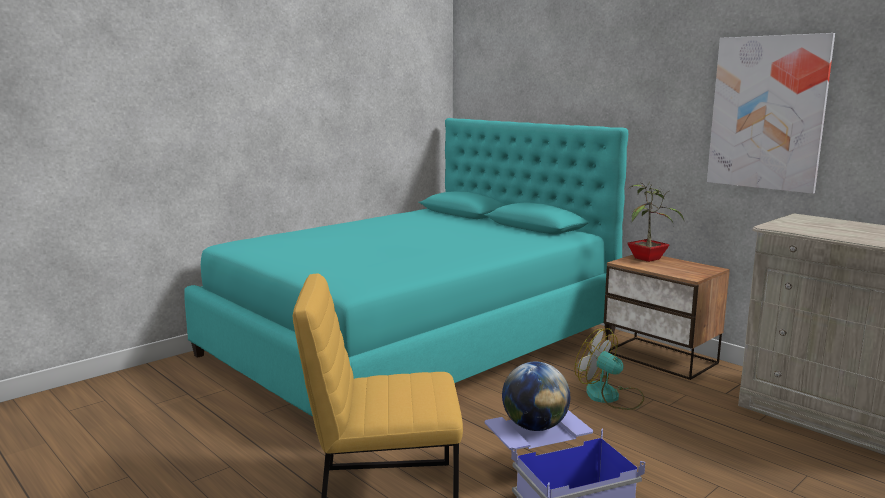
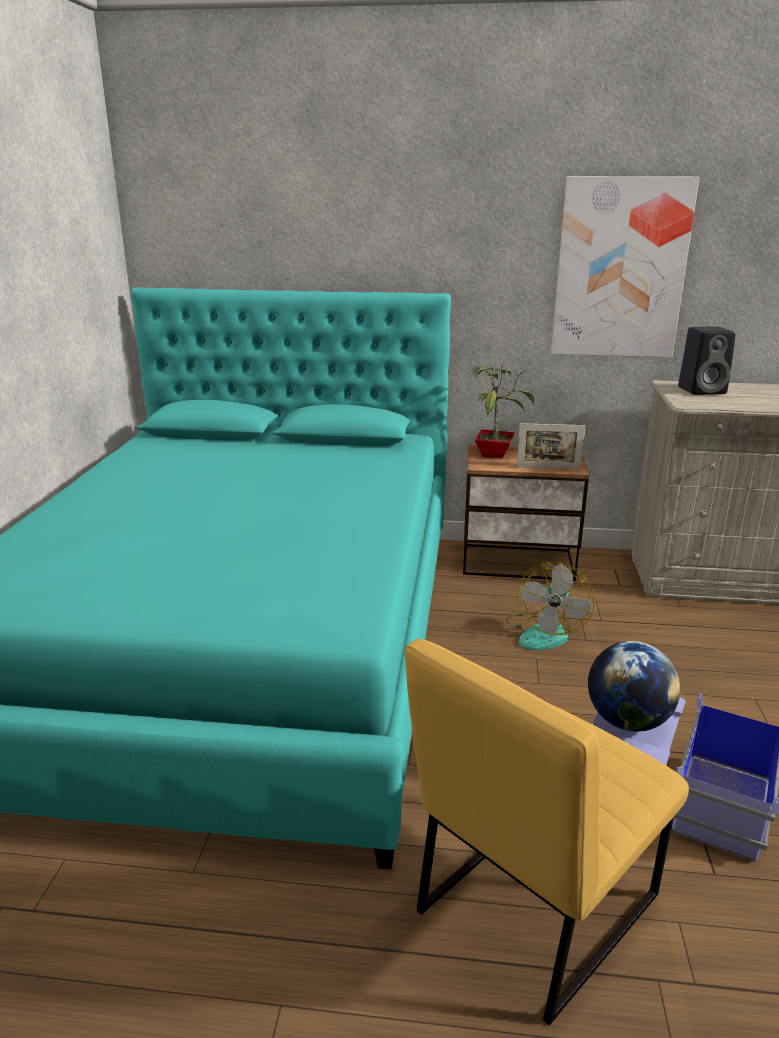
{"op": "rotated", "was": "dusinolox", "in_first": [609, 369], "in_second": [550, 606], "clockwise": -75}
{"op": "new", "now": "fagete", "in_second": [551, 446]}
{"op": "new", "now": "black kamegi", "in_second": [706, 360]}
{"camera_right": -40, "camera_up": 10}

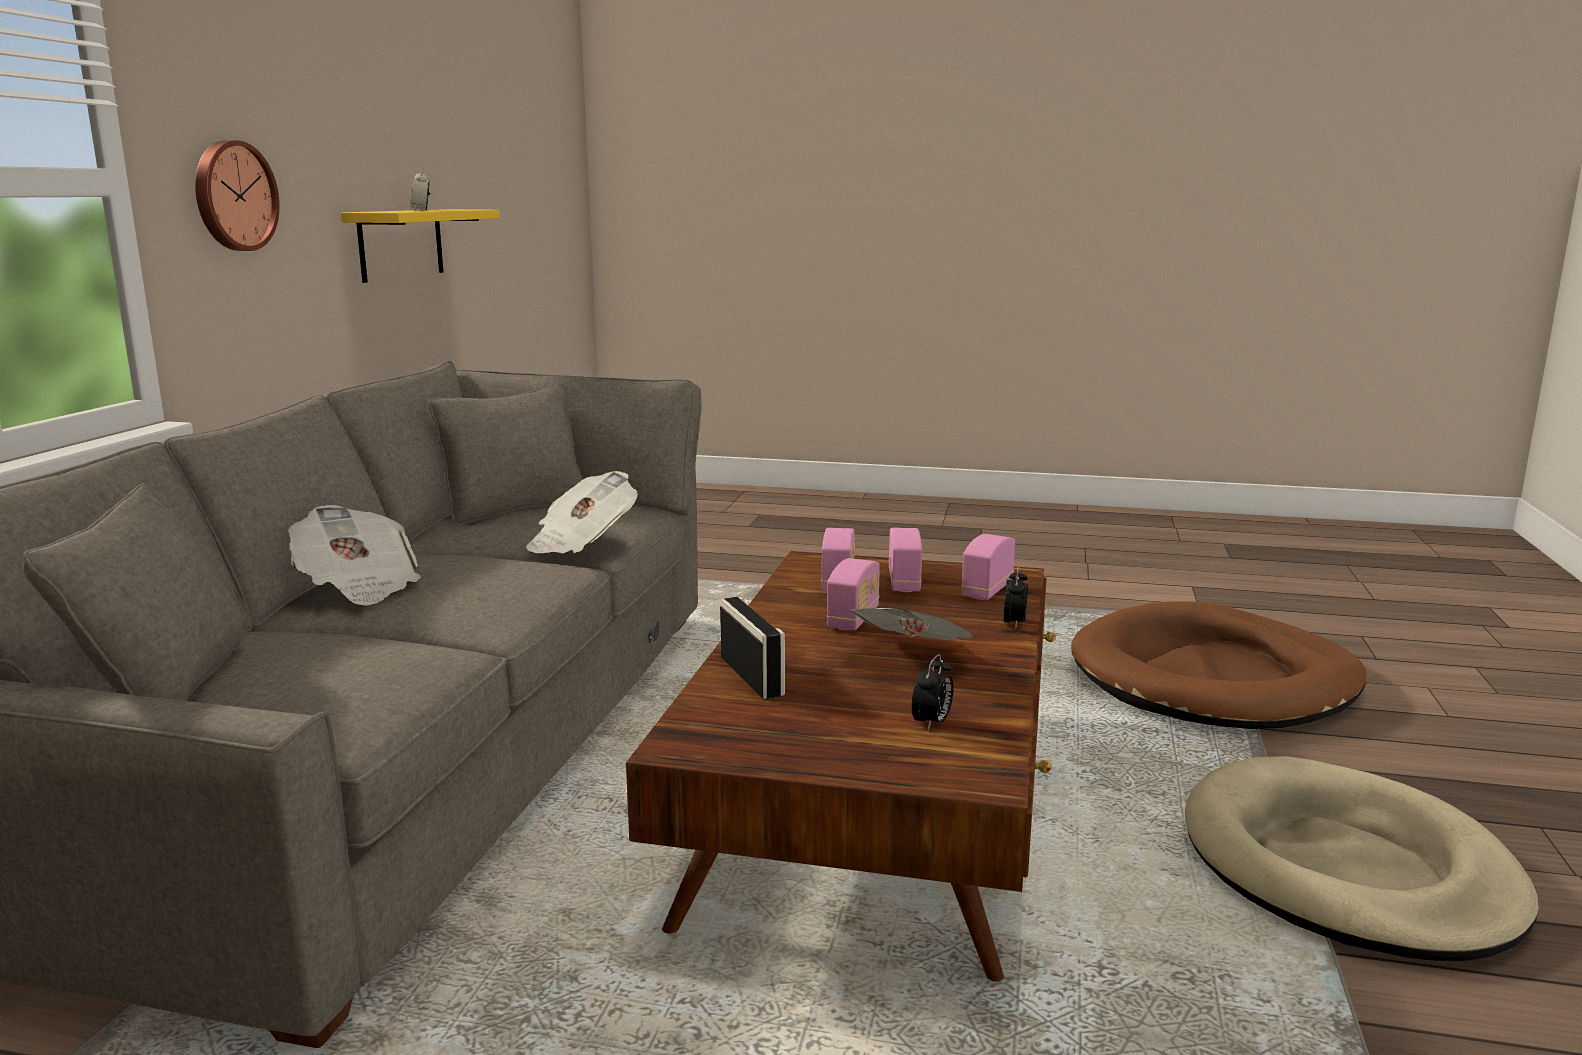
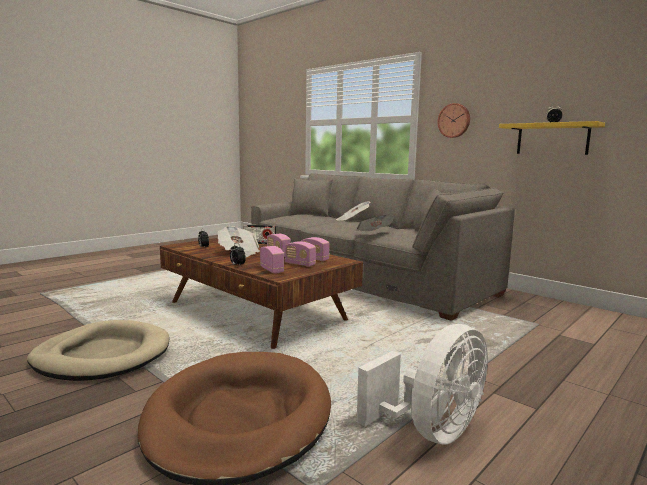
{"op": "new", "now": "white dusinolox", "in_second": [422, 384]}
{"camera_right": 120, "camera_up": -5}

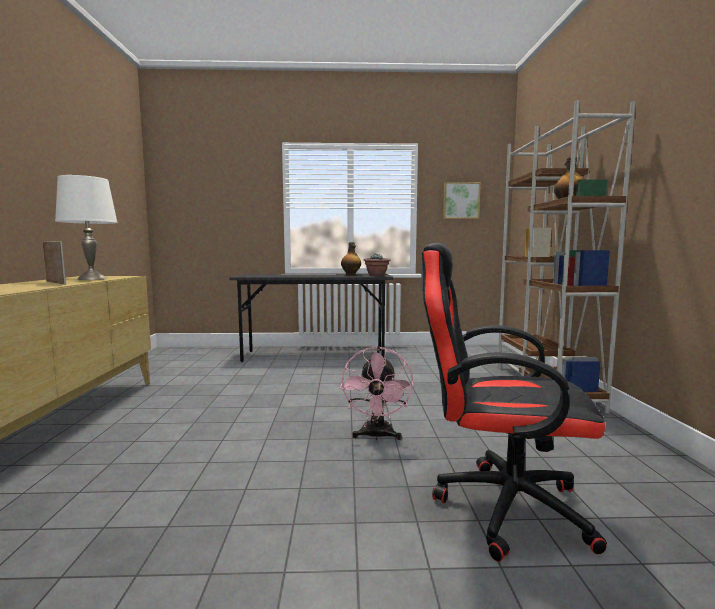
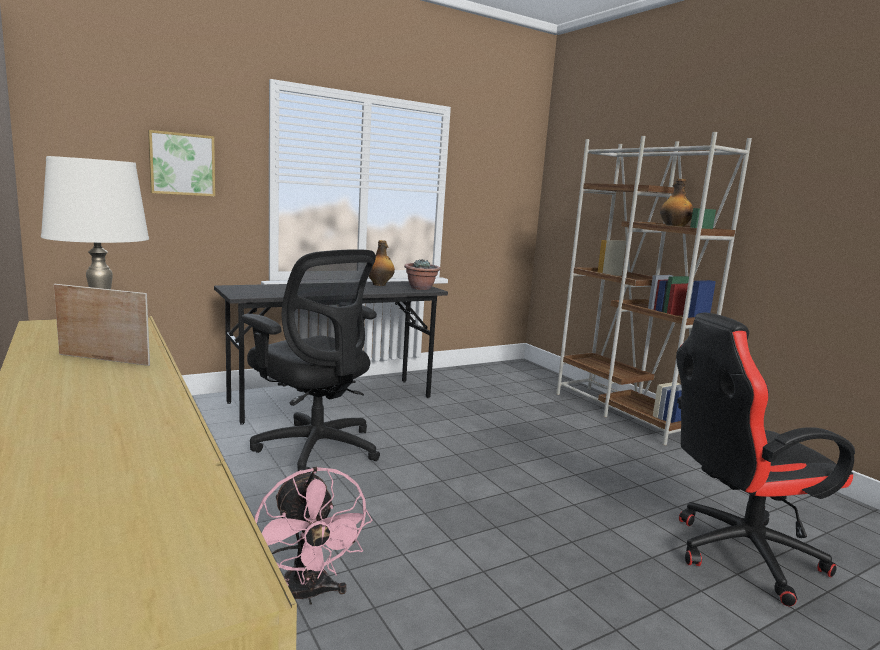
{"op": "shifted", "was": "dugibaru", "in_first": [462, 200], "in_second": [181, 163]}
{"op": "new", "now": "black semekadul", "in_second": [310, 361]}
{"op": "shifted", "was": "pink dusinolox", "in_first": [376, 393], "in_second": [313, 536]}
{"camera_right": -30, "camera_up": 5}

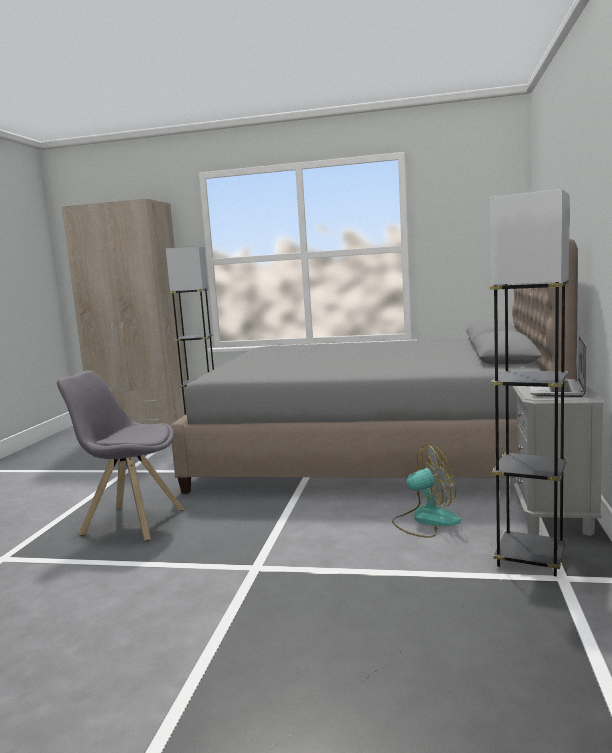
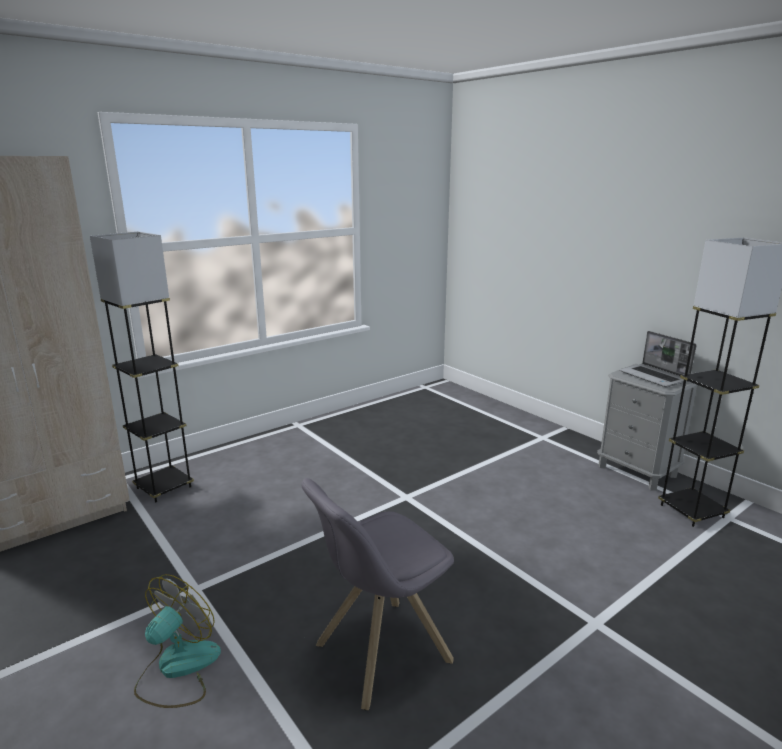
{"op": "shifted", "was": "dusinolox", "in_first": [426, 491], "in_second": [177, 641]}
{"op": "gone", "was": "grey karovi", "in_first": [374, 366]}
{"camera_right": -50, "camera_up": 10}

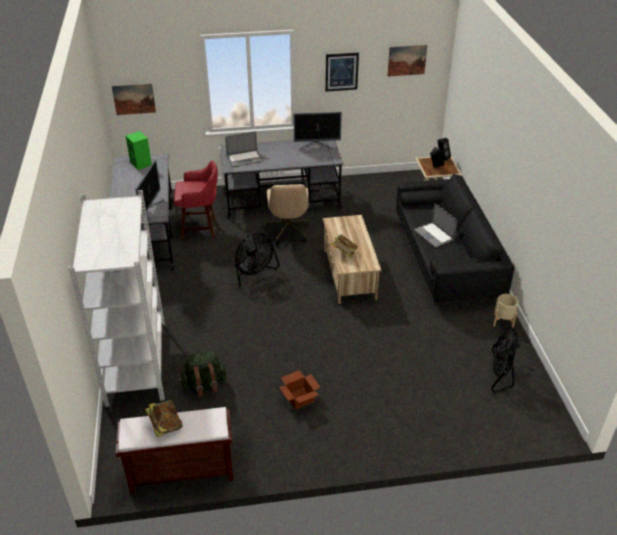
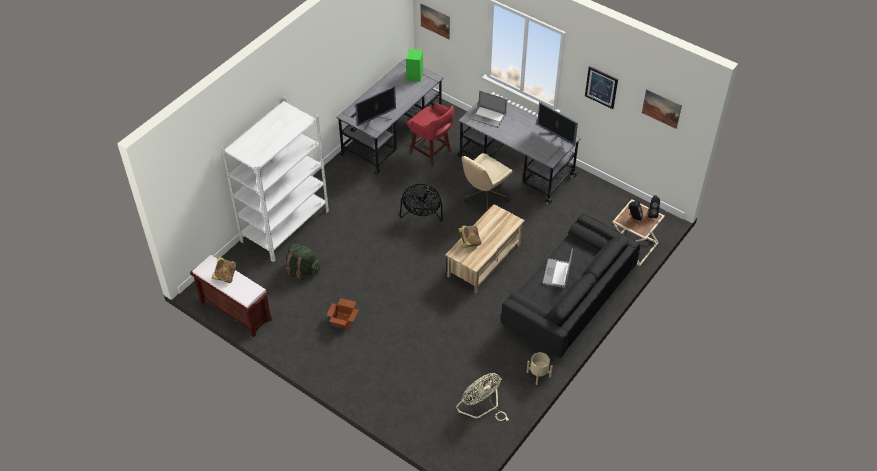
{"op": "repainted", "was": "black dusinolox", "now": "beige dusinolox", "in_first": [513, 360], "in_second": [482, 397]}
{"camera_right": 45, "camera_up": 10}

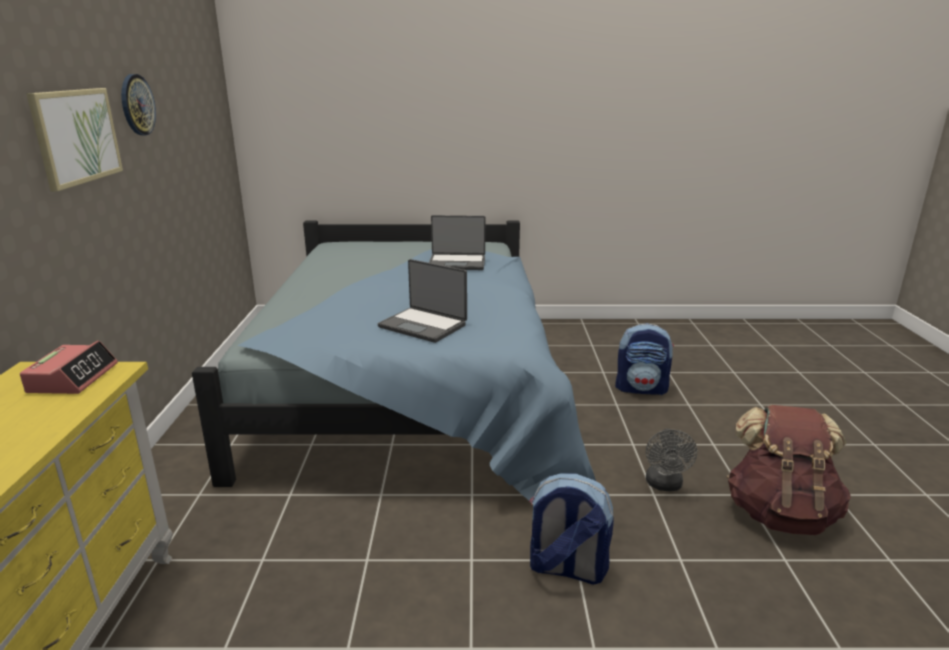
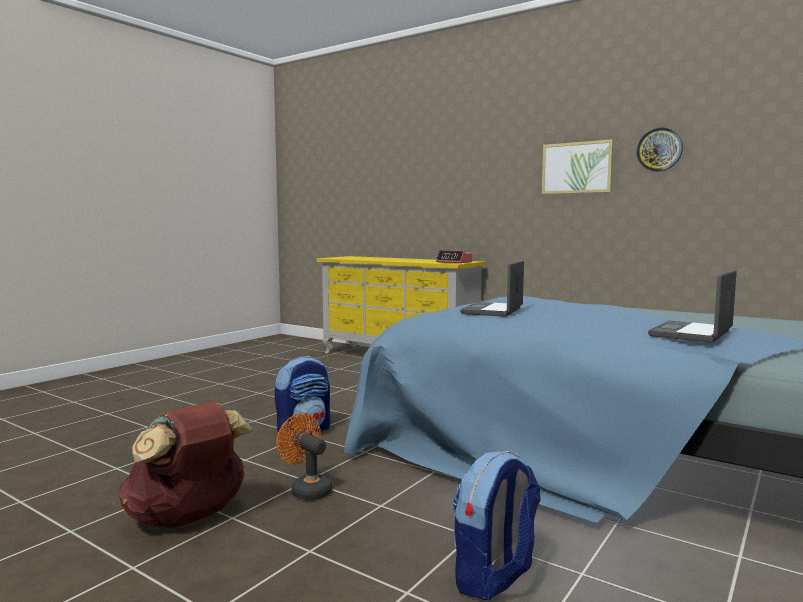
{"op": "repainted", "was": "grey dusinolox", "now": "orange dusinolox", "in_first": [671, 460], "in_second": [304, 456]}
{"op": "rotated", "was": "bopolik", "in_first": [422, 301], "in_second": [492, 288], "clockwise": -45}
{"camera_right": 125, "camera_up": -15}

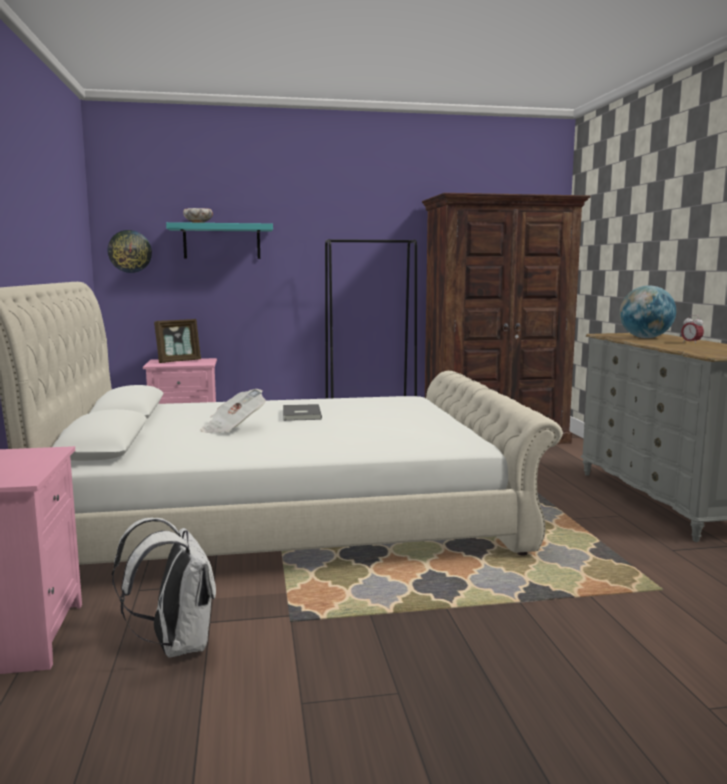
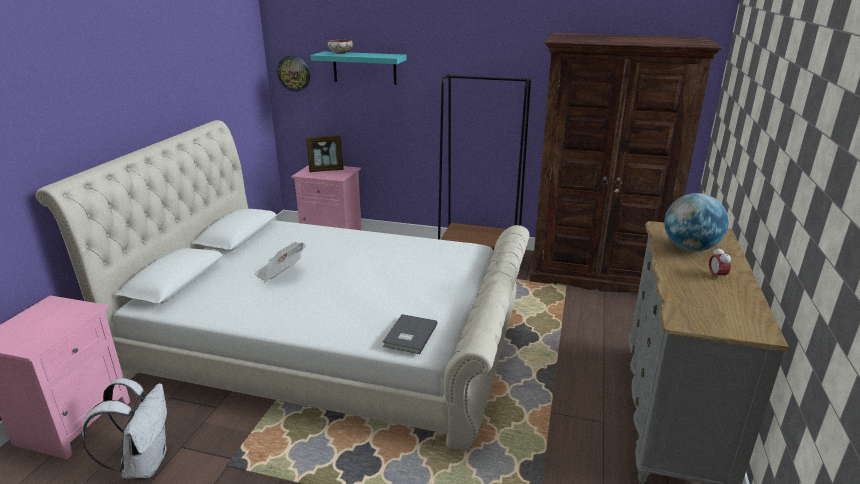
{"op": "shifted", "was": "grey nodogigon", "in_first": [302, 412], "in_second": [410, 334]}
{"camera_right": 25, "camera_up": 15}

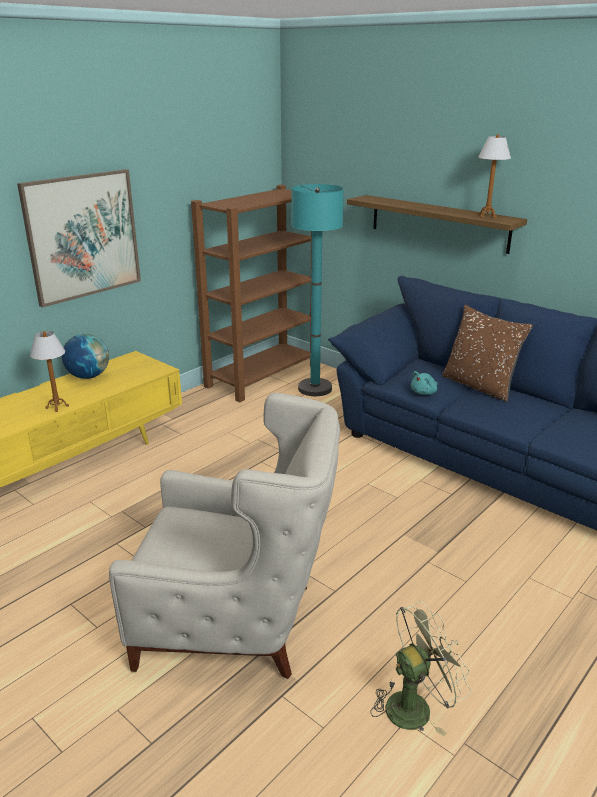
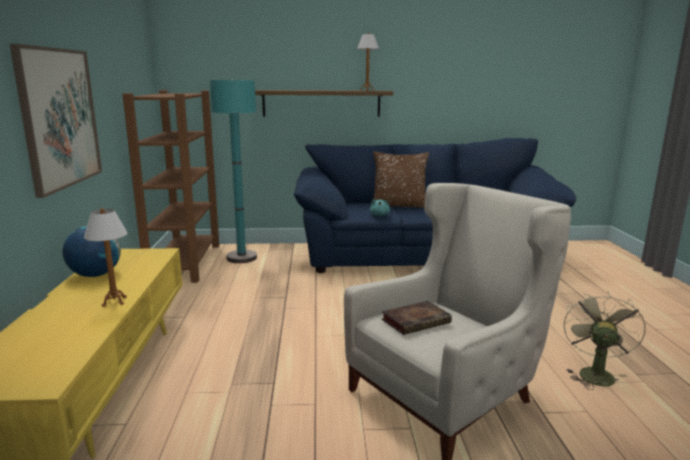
{"op": "new", "now": "nodogigon", "in_second": [417, 318]}
{"camera_right": -45, "camera_up": -10}

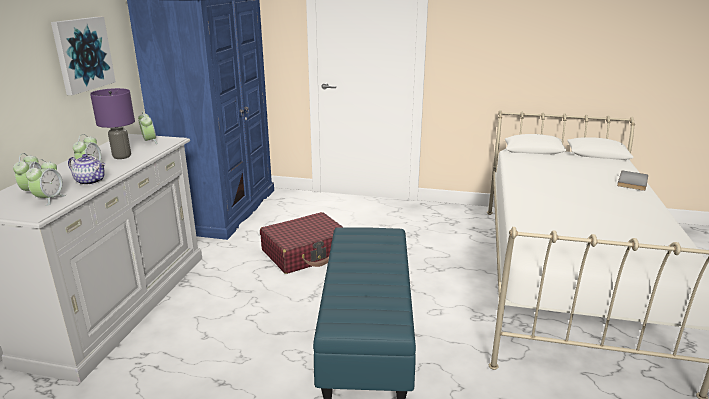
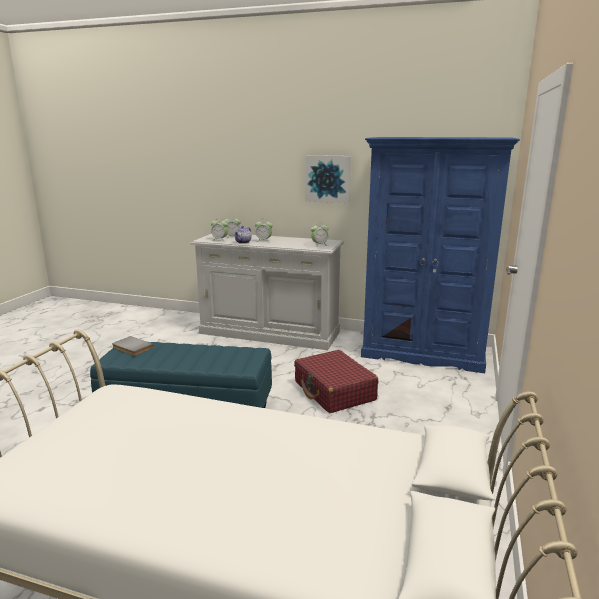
{"op": "shifted", "was": "grey nodogigon", "in_first": [632, 180], "in_second": [133, 346]}
{"op": "gone", "was": "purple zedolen", "in_first": [112, 123]}
{"camera_right": 95, "camera_up": -5}

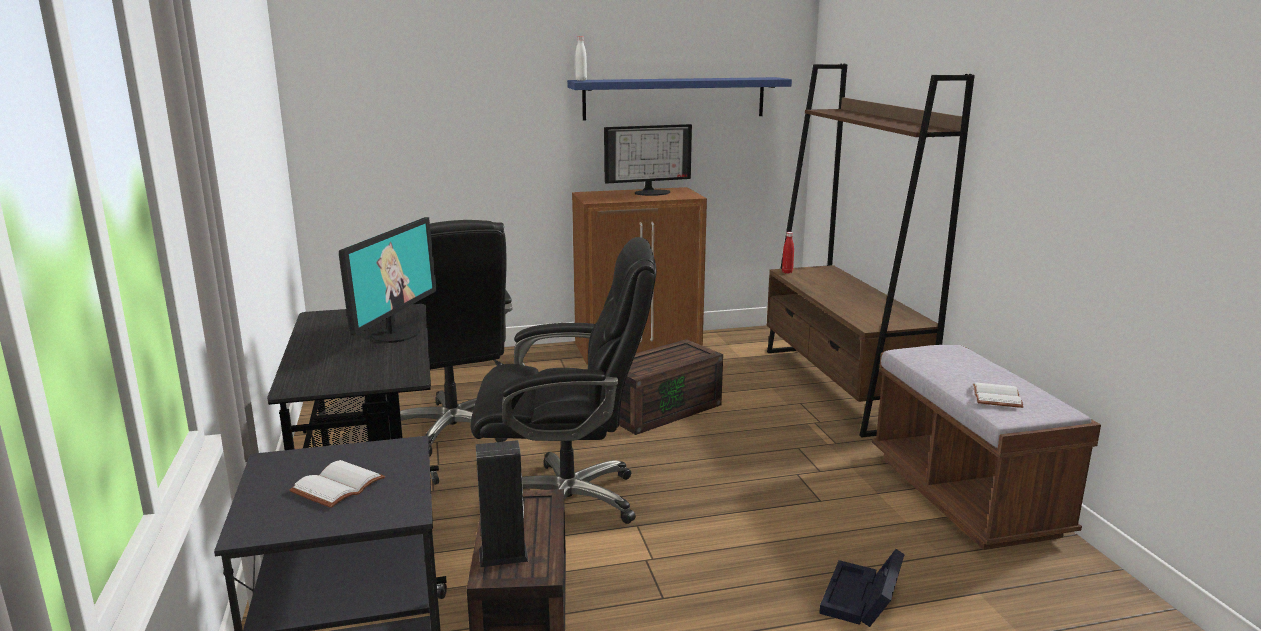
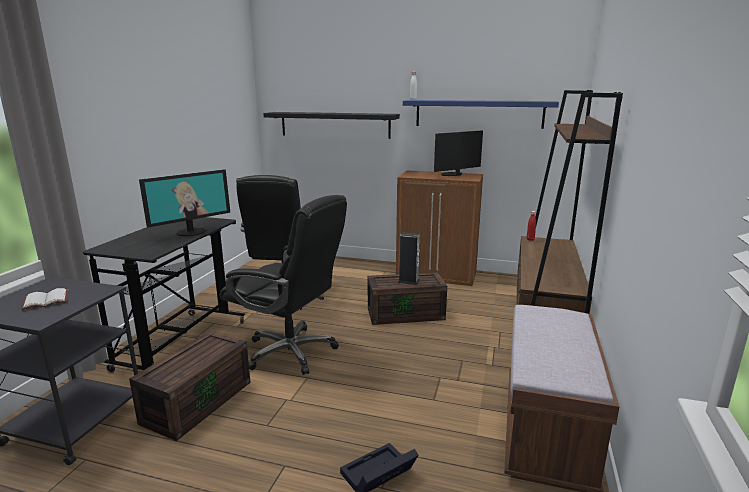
{"op": "new", "now": "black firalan", "in_second": [331, 125]}
{"op": "shifted", "was": "kamegi", "in_first": [502, 503], "in_second": [409, 258]}
{"op": "rotated", "was": "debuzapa", "in_first": [648, 160], "in_second": [458, 153], "clockwise": 135}
{"op": "gone", "was": "white nodogigon", "in_first": [998, 395]}
{"camera_right": 30, "camera_up": 0}

